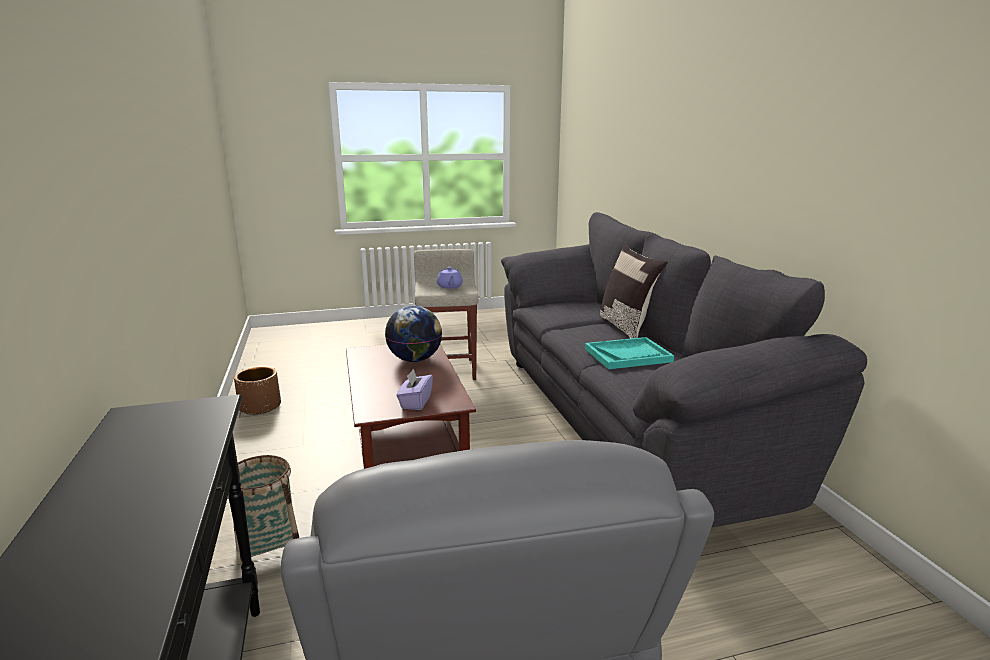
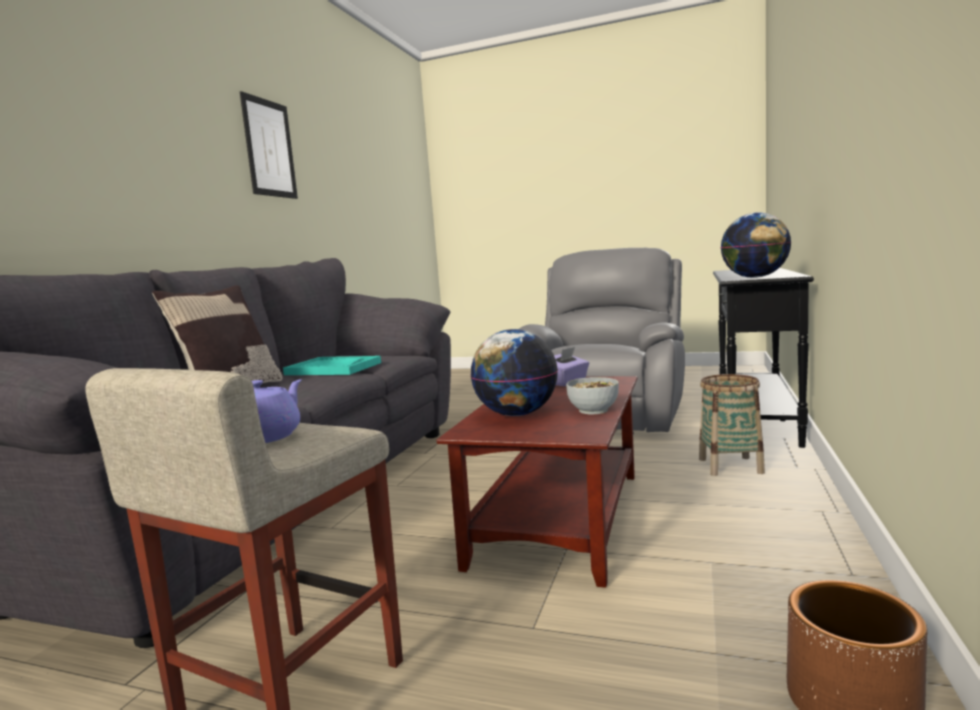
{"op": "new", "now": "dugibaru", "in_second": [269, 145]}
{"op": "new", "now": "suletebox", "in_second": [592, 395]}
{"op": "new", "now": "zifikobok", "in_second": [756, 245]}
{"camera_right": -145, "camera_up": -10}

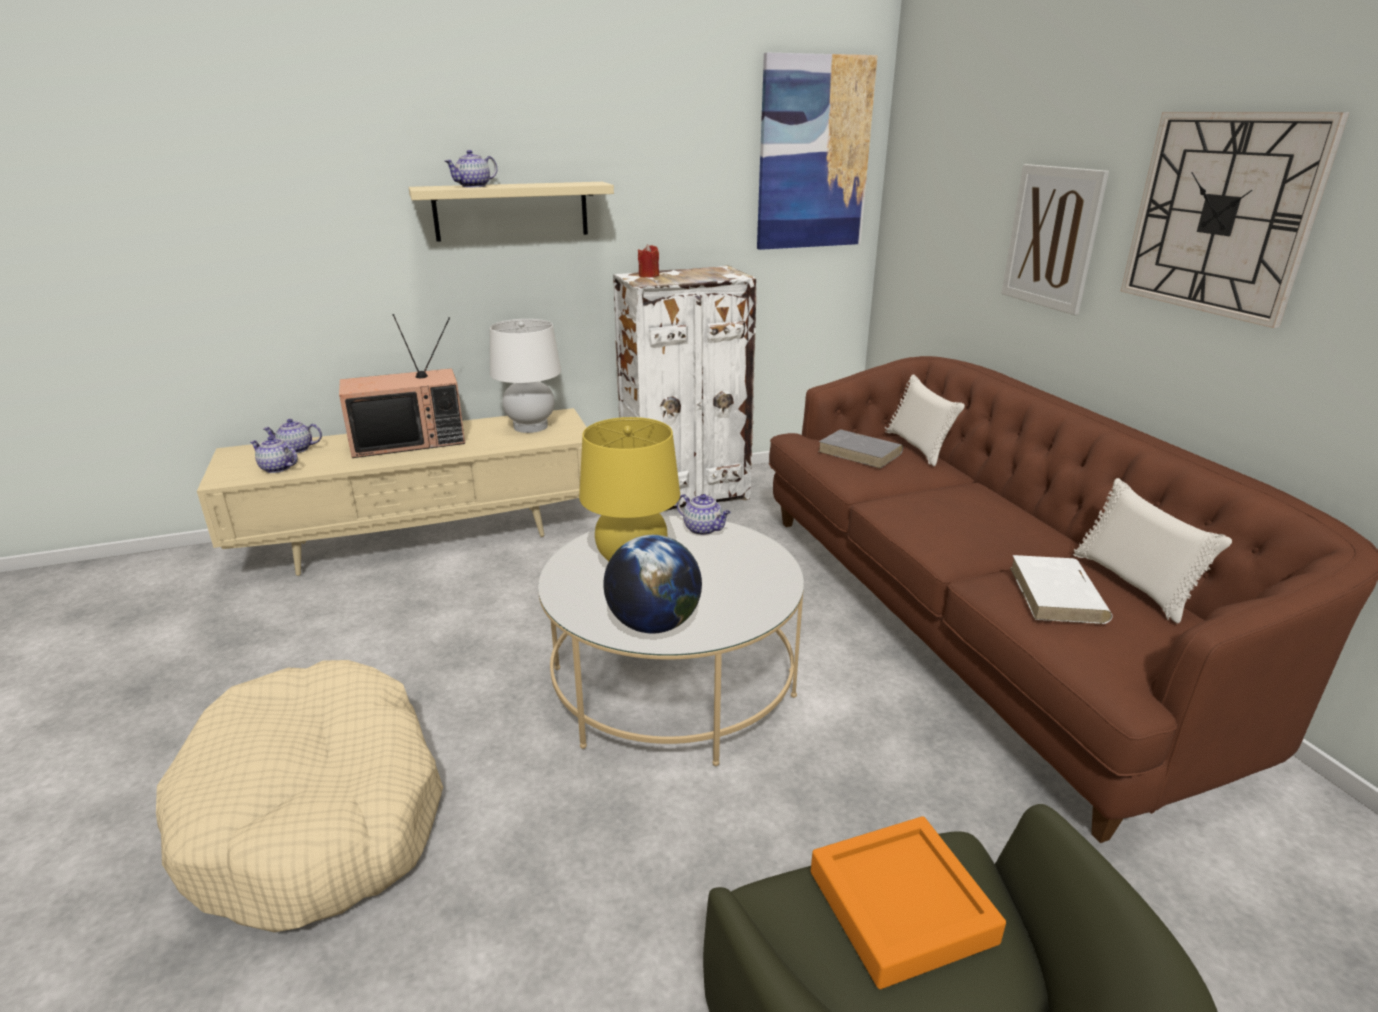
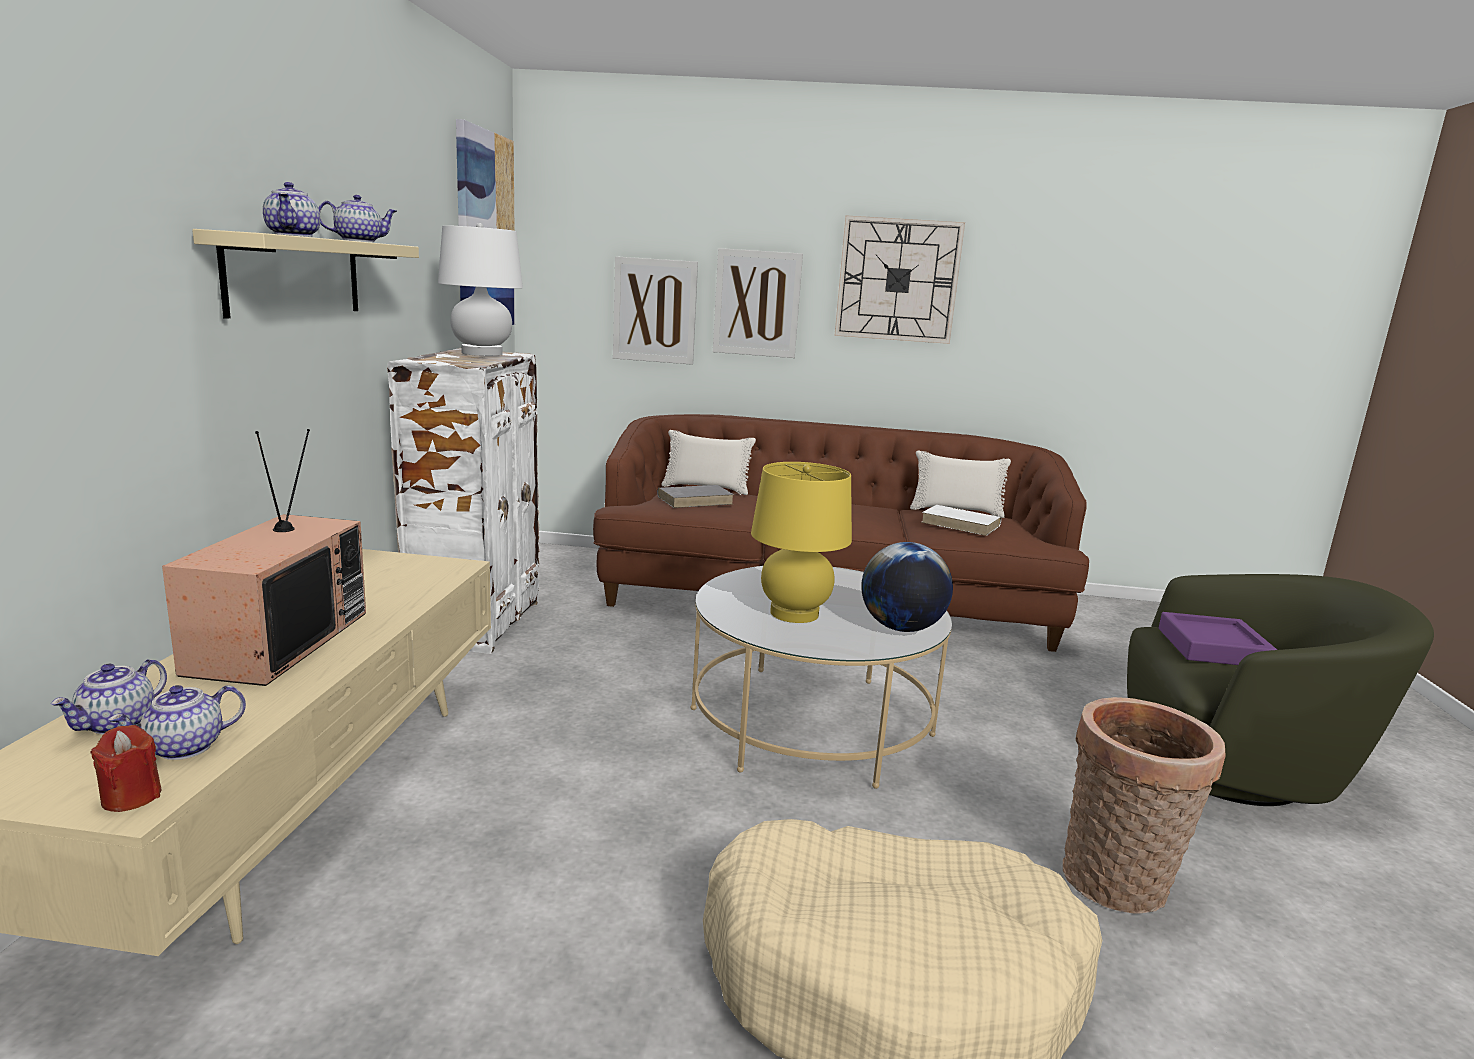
{"op": "shifted", "was": "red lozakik", "in_first": [648, 261], "in_second": [125, 768]}
{"op": "shifted", "was": "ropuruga", "in_first": [703, 514], "in_second": [357, 219]}
{"op": "shifted", "was": "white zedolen", "in_first": [525, 376], "in_second": [480, 289]}
{"op": "new", "now": "dugibaru", "in_second": [655, 310]}
{"op": "new", "now": "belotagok", "in_second": [1144, 805]}
{"op": "repainted", "was": "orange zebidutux", "now": "purple zebidutux", "in_first": [908, 902], "in_second": [1218, 638]}
{"camera_right": -65, "camera_up": -10}

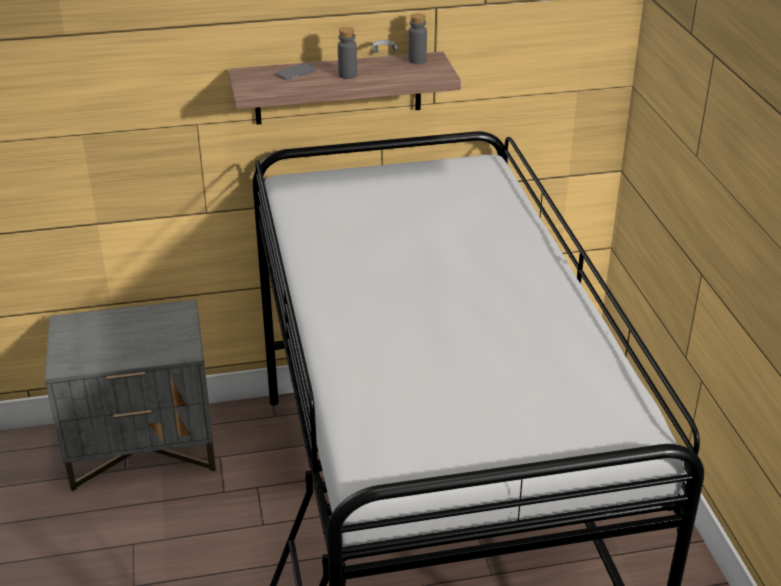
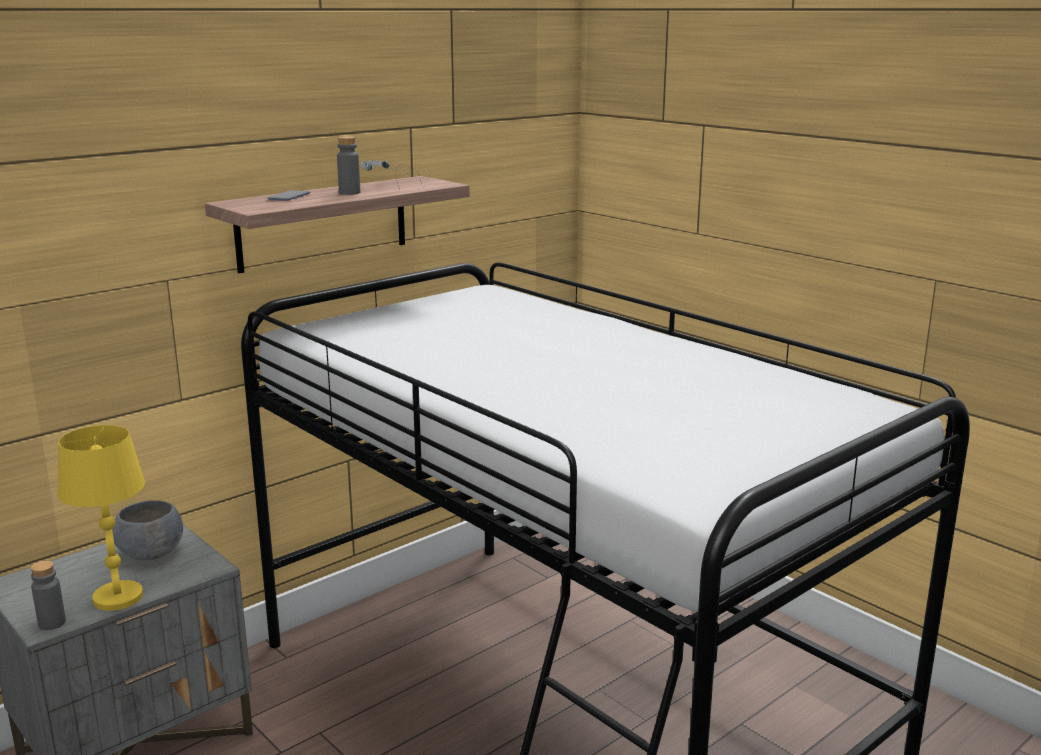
{"op": "shifted", "was": "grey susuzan", "in_first": [417, 38], "in_second": [48, 595]}
{"op": "new", "now": "yellow zedolen", "in_second": [101, 518]}
{"op": "new", "now": "grey suletebox", "in_second": [147, 530]}
{"camera_right": -30, "camera_up": -15}

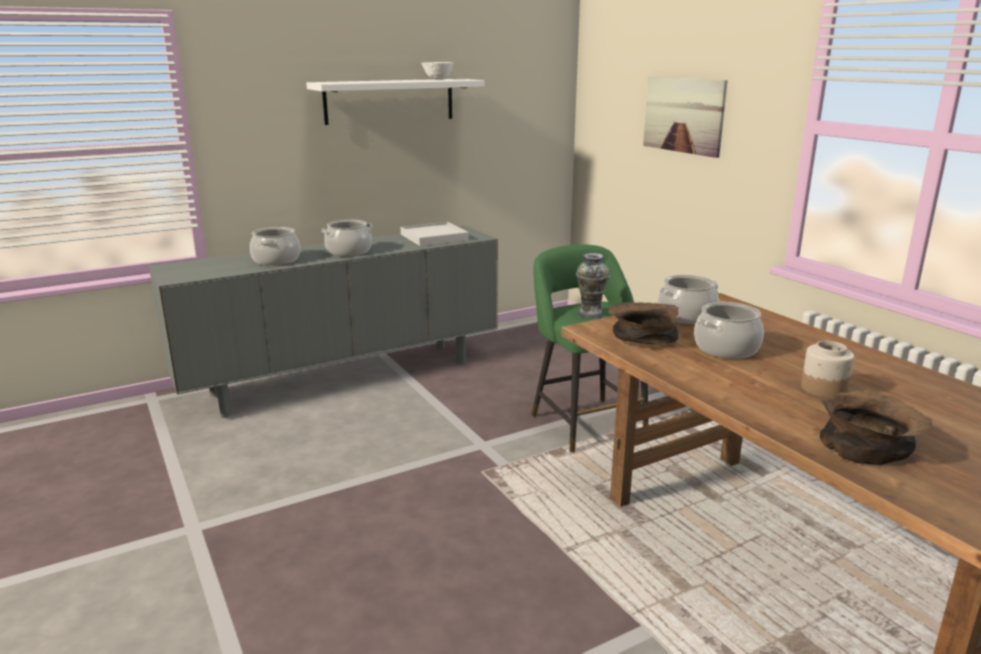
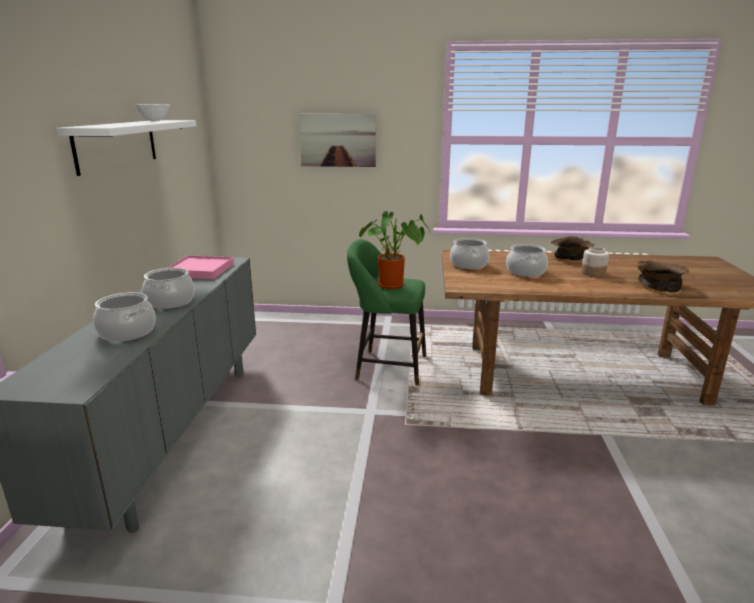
{"op": "repainted", "was": "white zebidutux", "now": "pink zebidutux", "in_first": [435, 234], "in_second": [200, 267]}
{"op": "swapped", "was": "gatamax", "now": "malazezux", "in_first": [593, 285], "in_second": [394, 250]}
{"op": "shifted", "was": "brown suletebox", "in_first": [643, 323], "in_second": [573, 248]}
{"camera_right": -55, "camera_up": 0}

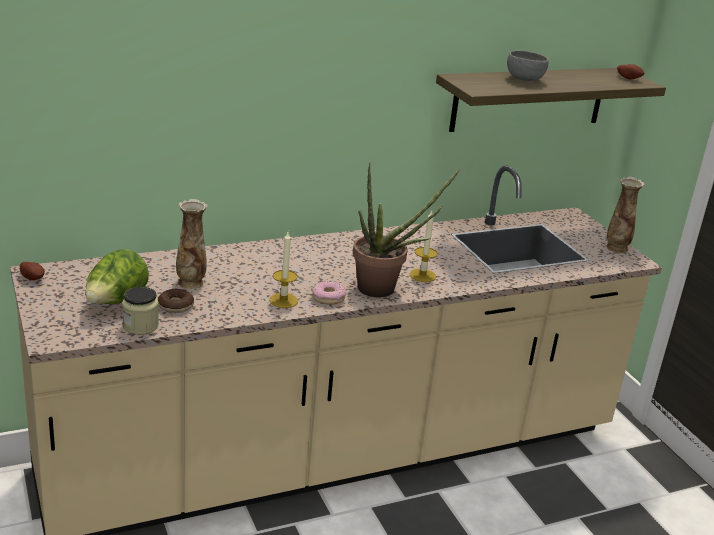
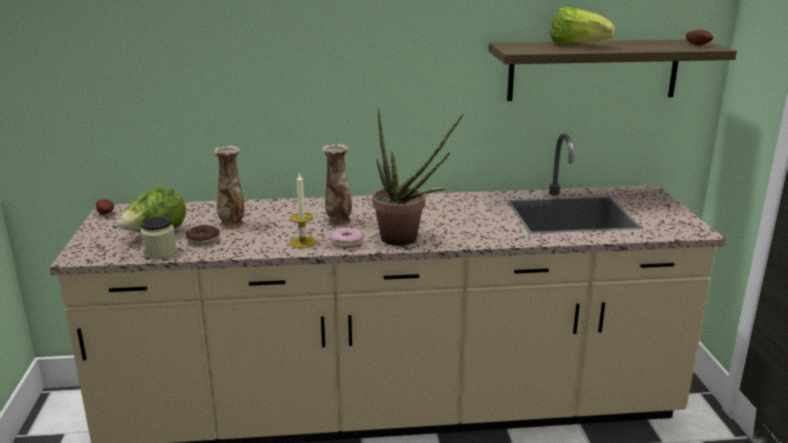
{"op": "shifted", "was": "gatamax", "in_first": [625, 215], "in_second": [337, 184]}
{"op": "swapped", "was": "grey suletebox", "now": "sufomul", "in_first": [528, 66], "in_second": [582, 25]}
{"op": "gone", "was": "lozakik", "in_first": [423, 246]}
{"camera_right": 20, "camera_up": -5}

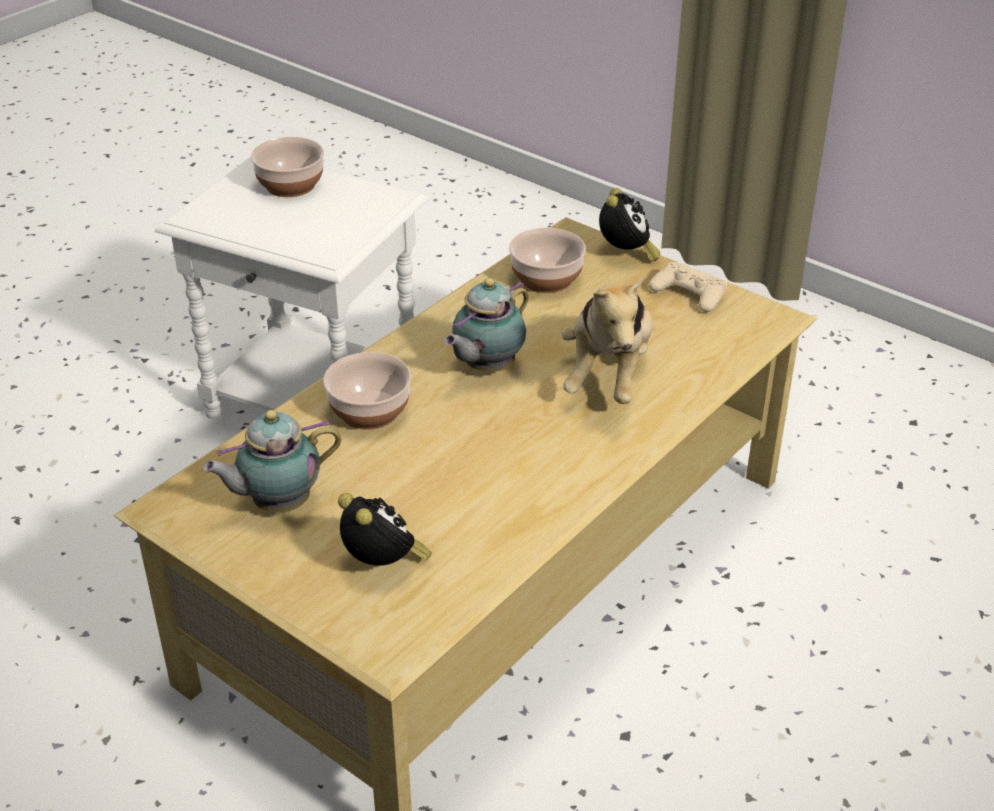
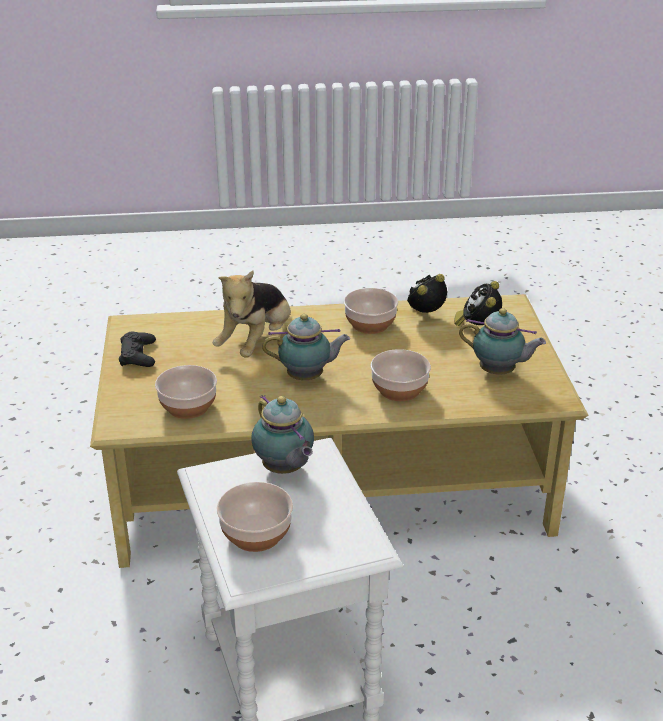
{"op": "repainted", "was": "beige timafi", "now": "black timafi", "in_first": [688, 287], "in_second": [137, 349]}
{"op": "rotated", "was": "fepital", "in_first": [607, 339], "in_second": [252, 314], "clockwise": 150}
{"op": "new", "now": "ropuruga", "in_second": [282, 434]}
{"op": "new", "now": "suletebox", "in_second": [371, 311]}
{"op": "shifted", "was": "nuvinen", "in_first": [629, 225], "in_second": [427, 293]}
{"camera_right": -135, "camera_up": -5}

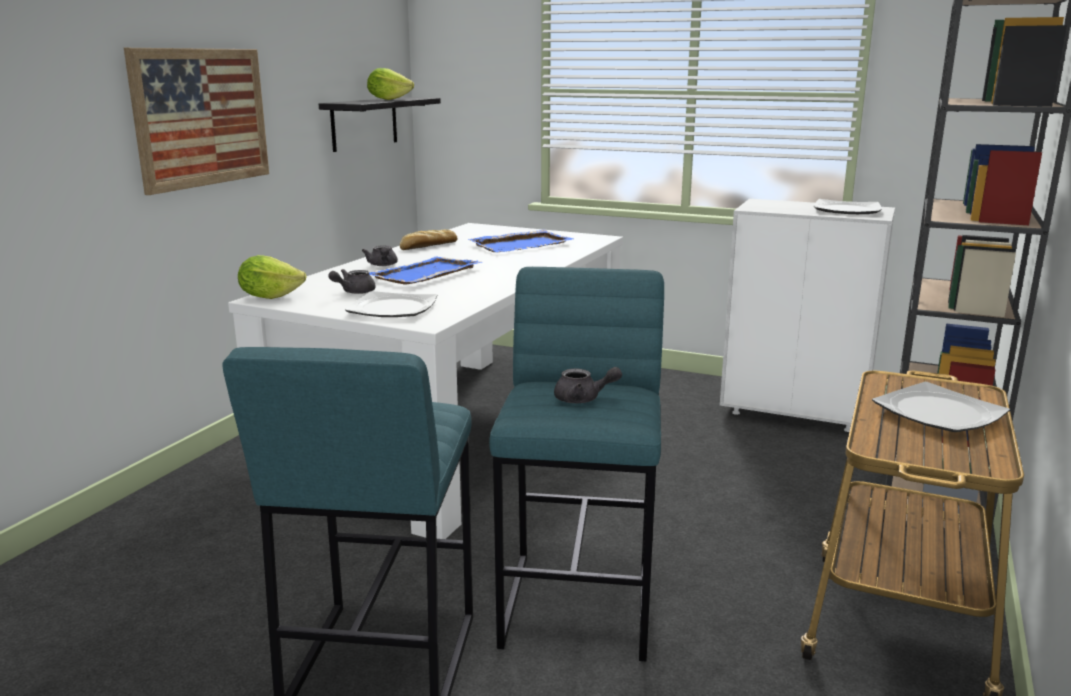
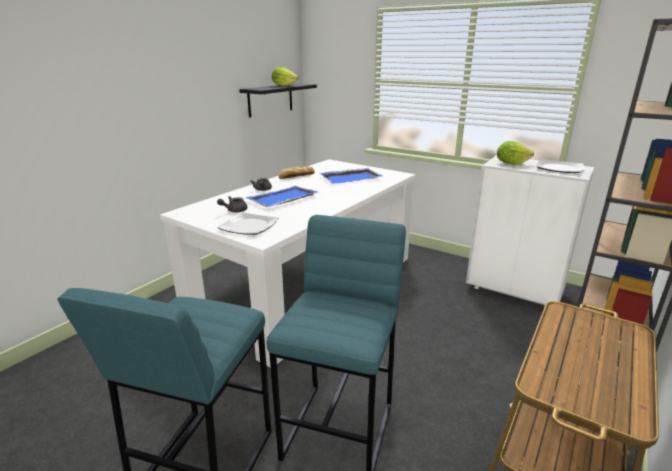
{"op": "shifted", "was": "sufomul", "in_first": [272, 277], "in_second": [515, 153]}
{"op": "gone", "was": "dugibaru", "in_first": [196, 121]}
{"op": "gone", "was": "grey ropuruga", "in_first": [588, 385]}
{"op": "gone", "was": "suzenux", "in_first": [941, 407]}
{"camera_right": 10, "camera_up": 5}

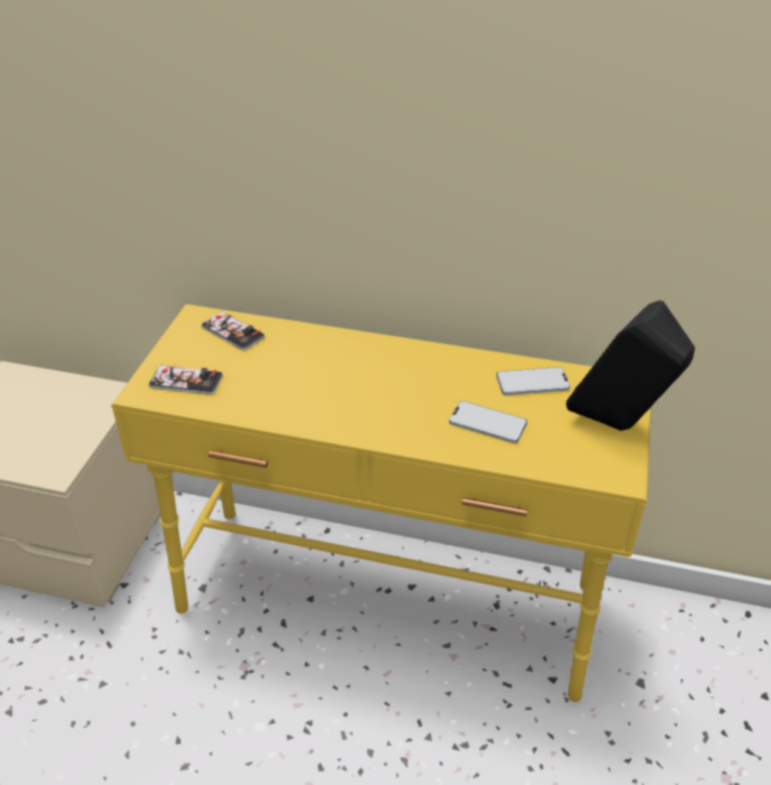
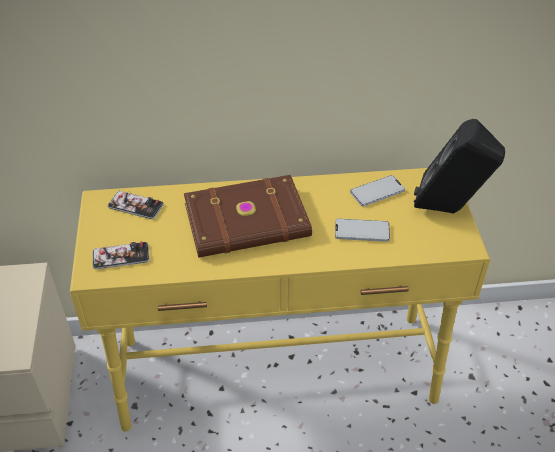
{"op": "new", "now": "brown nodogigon", "in_second": [248, 216]}
{"camera_right": -20, "camera_up": 5}

